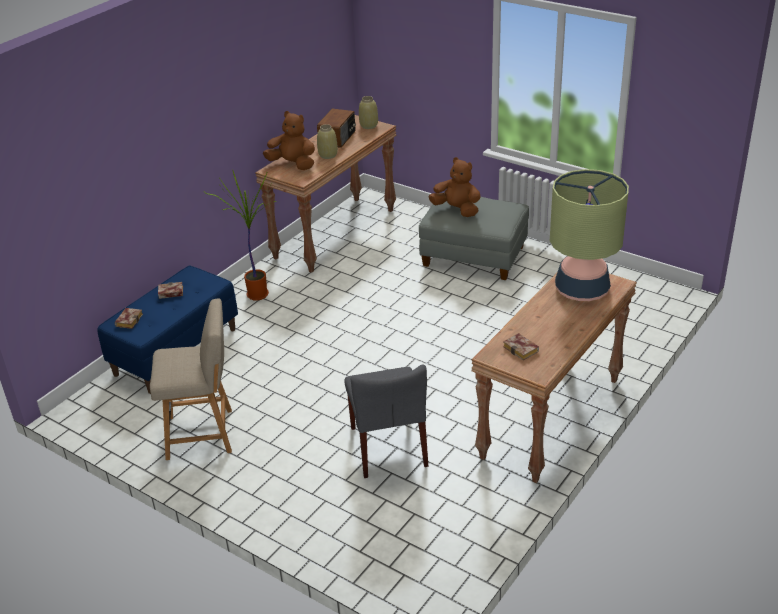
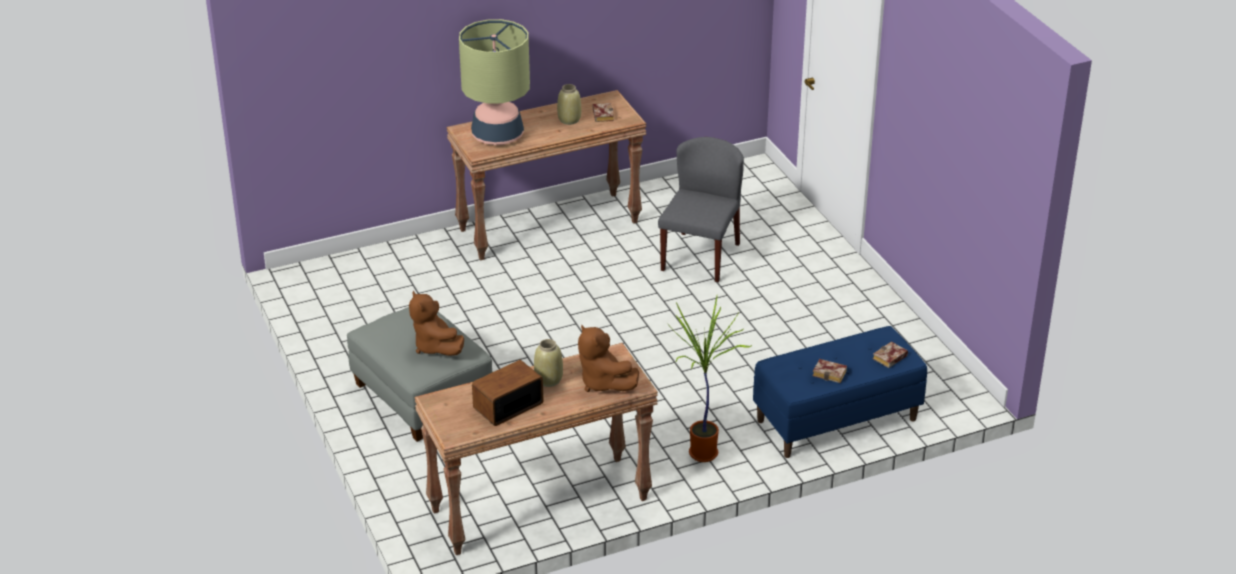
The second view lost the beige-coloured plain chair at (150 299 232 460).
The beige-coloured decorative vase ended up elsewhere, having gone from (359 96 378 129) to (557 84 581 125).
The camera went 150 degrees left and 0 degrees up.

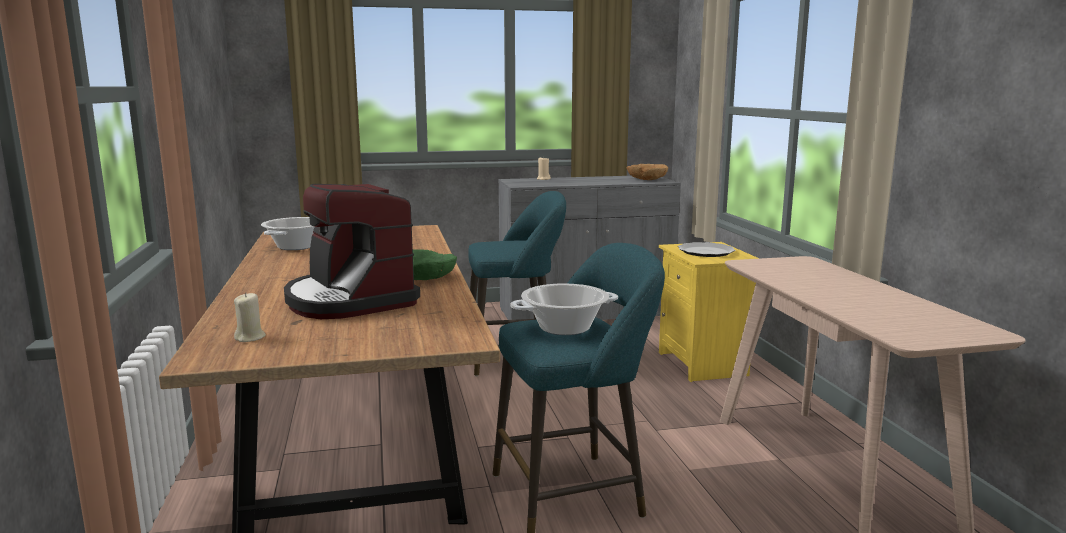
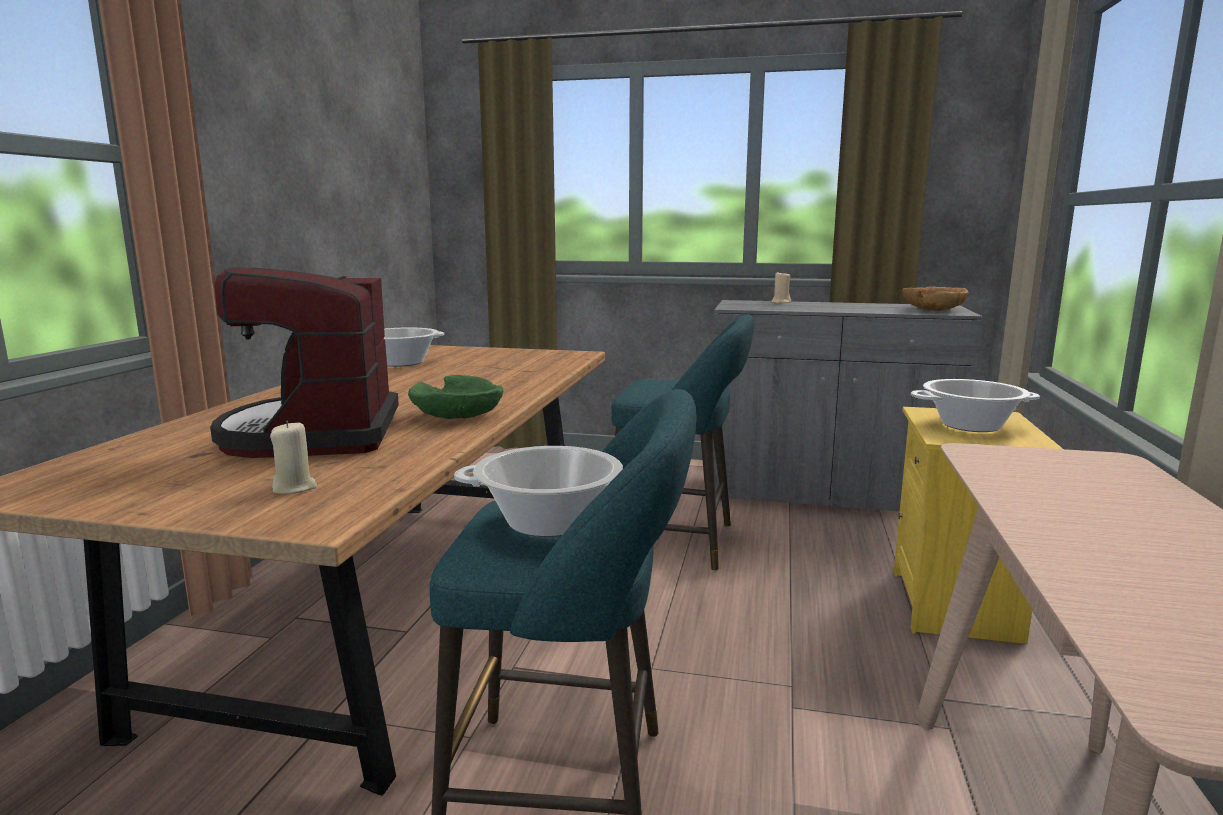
The beige-coloured wax candle ended up elsewhere, having gone from (234 293 266 342) to (270 421 317 494).
Where the dinner plate stood at (678 242 736 257), the saucepot came to stand at (911 379 1040 432).
The camera went 25 degrees right and 0 degrees up.

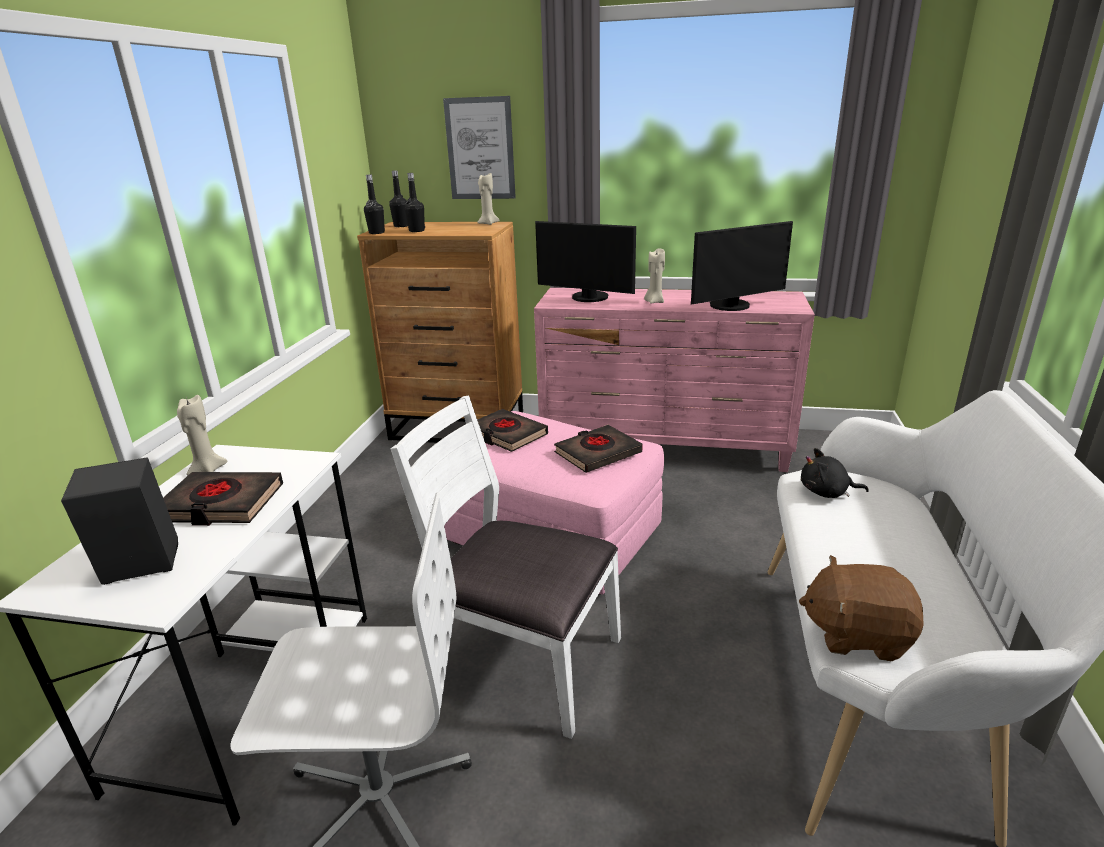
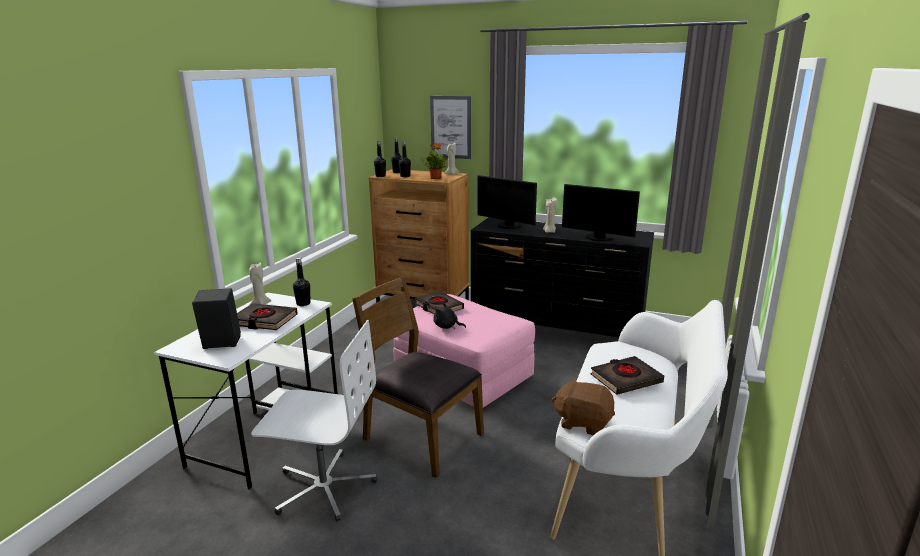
The second view gained the black bottle at (293 258 310 306).
The second view gained the plant in a pot at (420 143 448 179).
The black bound book ended up elsewhere, having gone from (554 425 643 473) to (590 356 664 395).
The black soft toy ended up elsewhere, having gone from (801 448 869 498) to (433 303 466 329).
What was the whitish plain chair at (390 395 621 739) turned into the brown-coloured plain chair at (352 276 484 478).
What was the pink-coloured dresser at (534 288 815 472) turned into the black dresser at (471 218 654 338).
The monitor at (691 221 793 311) ended up facing another way, 45 degrees clockwise from before.
The camera went 10 degrees right and 5 degrees down.

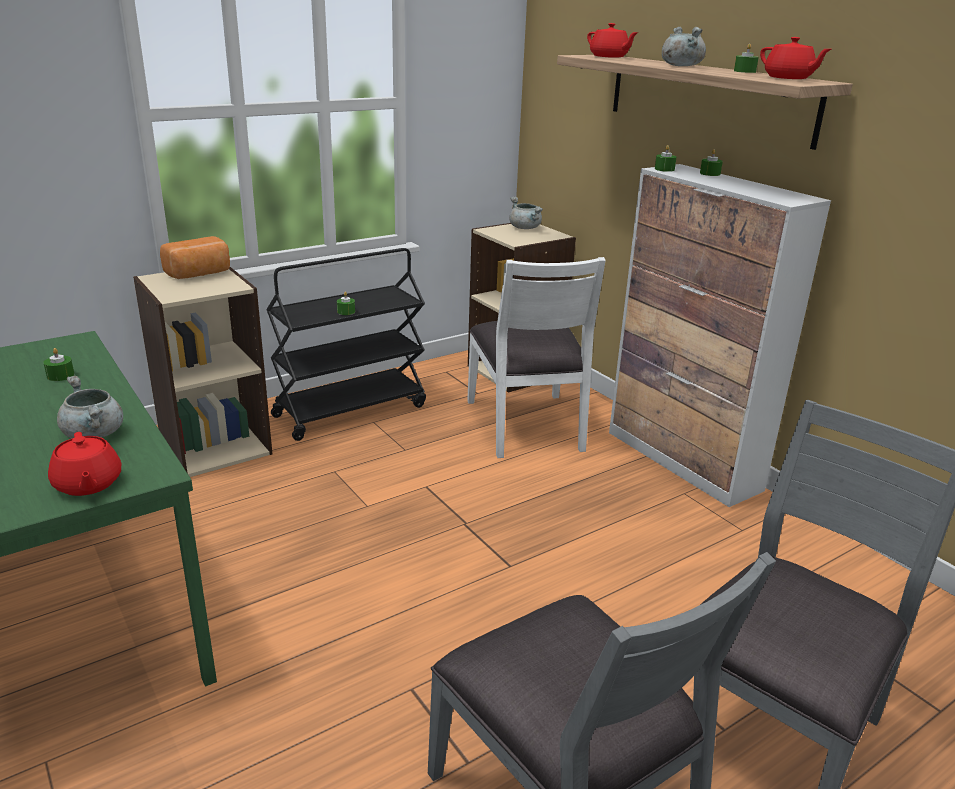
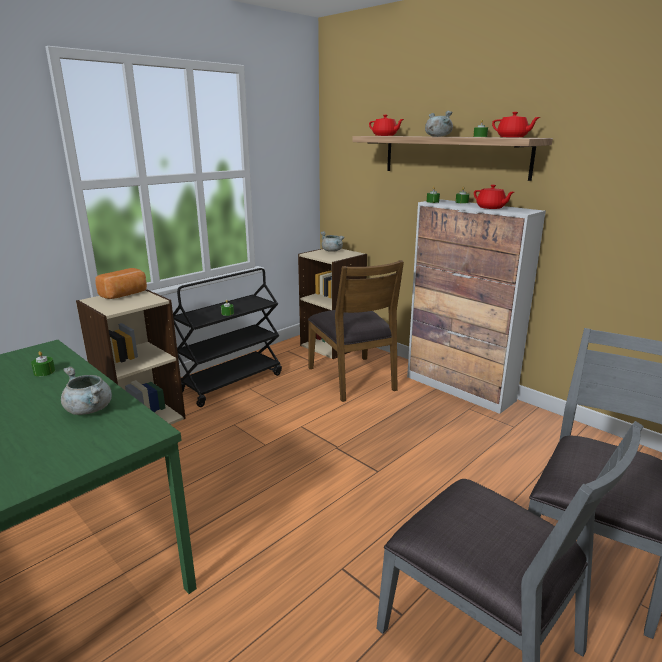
The red tea pot ended up elsewhere, having gone from (48 432 121 496) to (474 185 514 209).
What was the whitish plain chair at (467 257 606 458) turned into the brown-coloured plain chair at (308 260 404 402).
The camera went 10 degrees left and 5 degrees down.

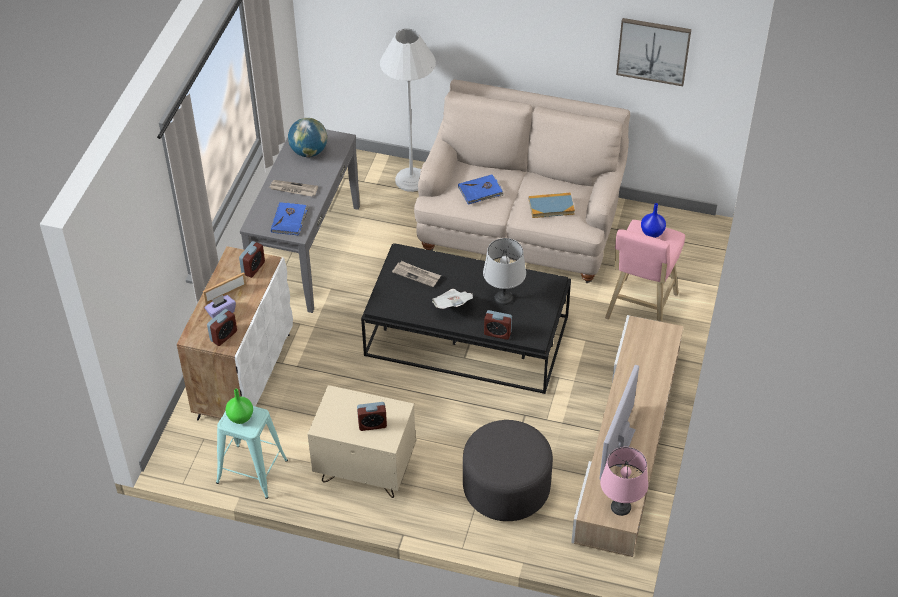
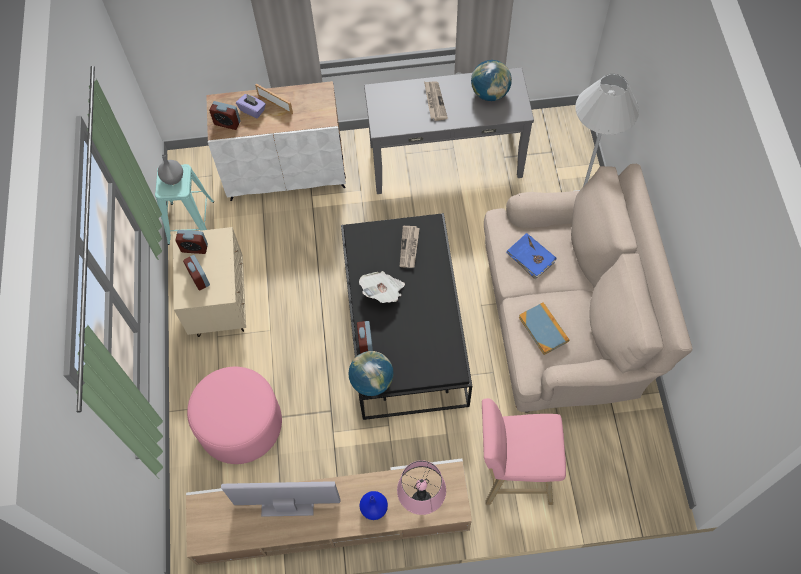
The second view lost the bluish bound book at (271 202 309 236).
The second view lost the grey table lamp at (483 238 526 305).
The second view lost the wall art at (616 18 691 86).
The second view gained the world globe at (349 351 394 396).
The bedside clock ended up elsewhere, having gone from (239 241 265 278) to (175 230 208 254).
The pink-coloured table lamp ended up elsewhere, having gone from (600 447 648 516) to (397 460 446 515).
The bluish decorative vase ended up elsewhere, having gone from (641 203 666 238) to (359 491 388 520).
What was the greenish decorative vase at (226 389 253 424) turned into the grey decorative vase at (158 154 183 185).
What was the grey footrest at (463 420 553 521) turned into the pink-coloured footrest at (187 367 282 464).
The camera went 70 degrees right and 15 degrees up.

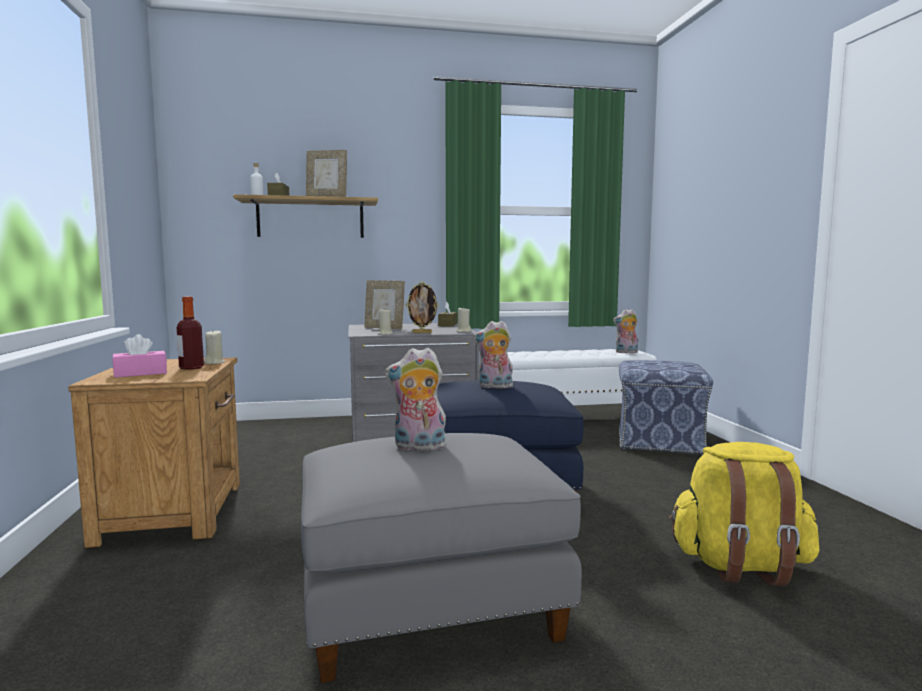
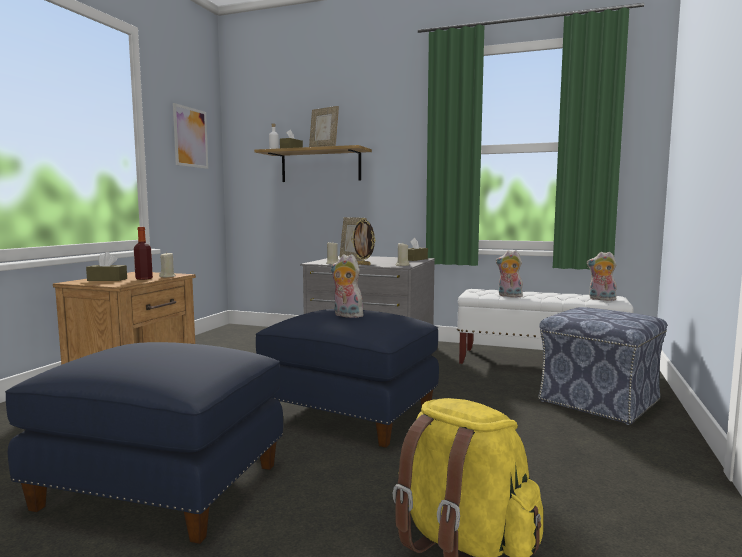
The second view gained the wall art at (173 103 208 169).
The soft toy ended up elsewhere, having gone from (385 348 447 451) to (496 250 523 298).
What was the pink-coloured tissue box at (112 334 167 378) turned into the brown-coloured tissue box at (86 252 127 281).
What was the grey footrest at (301 433 582 683) turned into the bluish footrest at (5 342 283 544).
The camera went 30 degrees right and 0 degrees up.

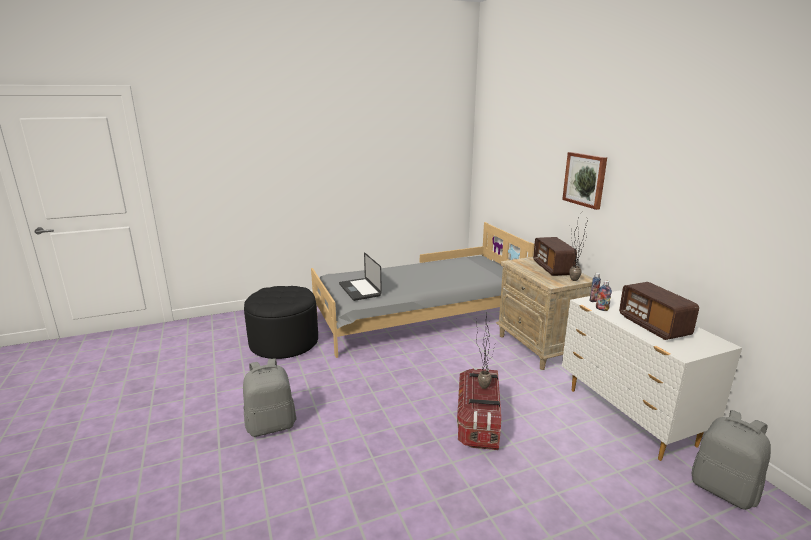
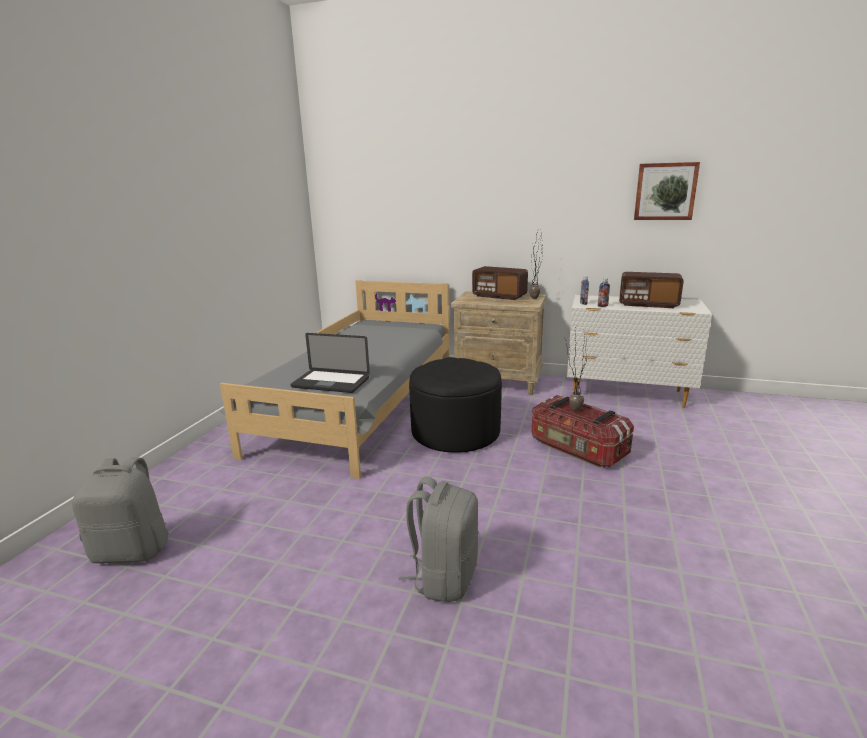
The black footrest ended up elsewhere, having gone from (244 286 318 359) to (409 357 502 453).
The wall art ended up elsewhere, having gone from (562 152 607 210) to (634 162 700 220).
The grey rucksack ended up elsewhere, having gone from (692 410 771 510) to (72 457 169 563).
The camera went 50 degrees left and 0 degrees up.

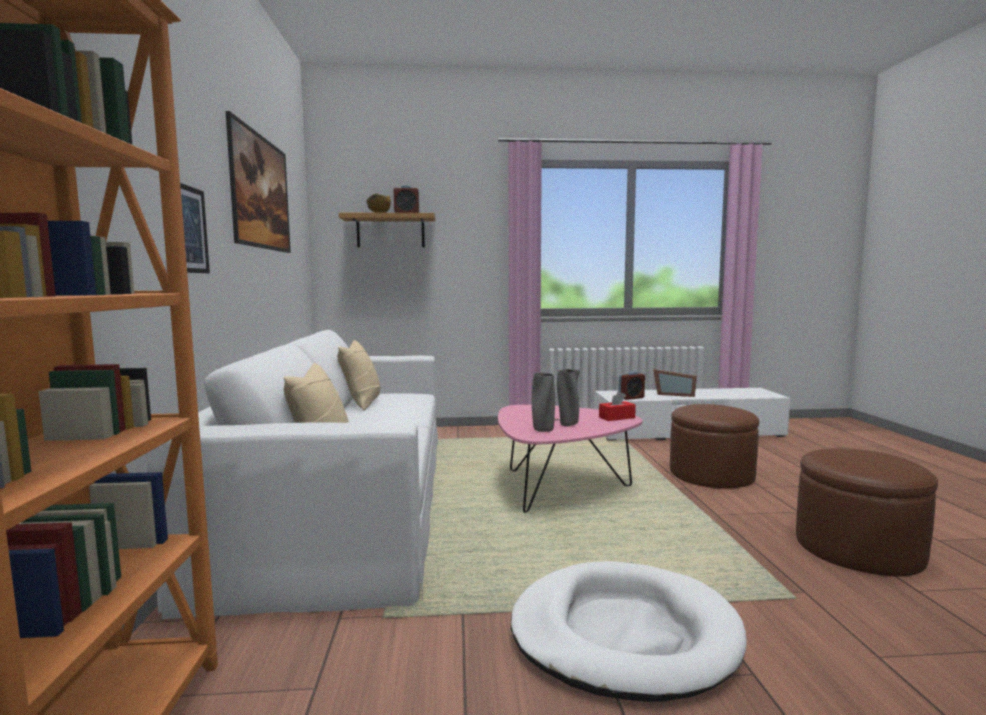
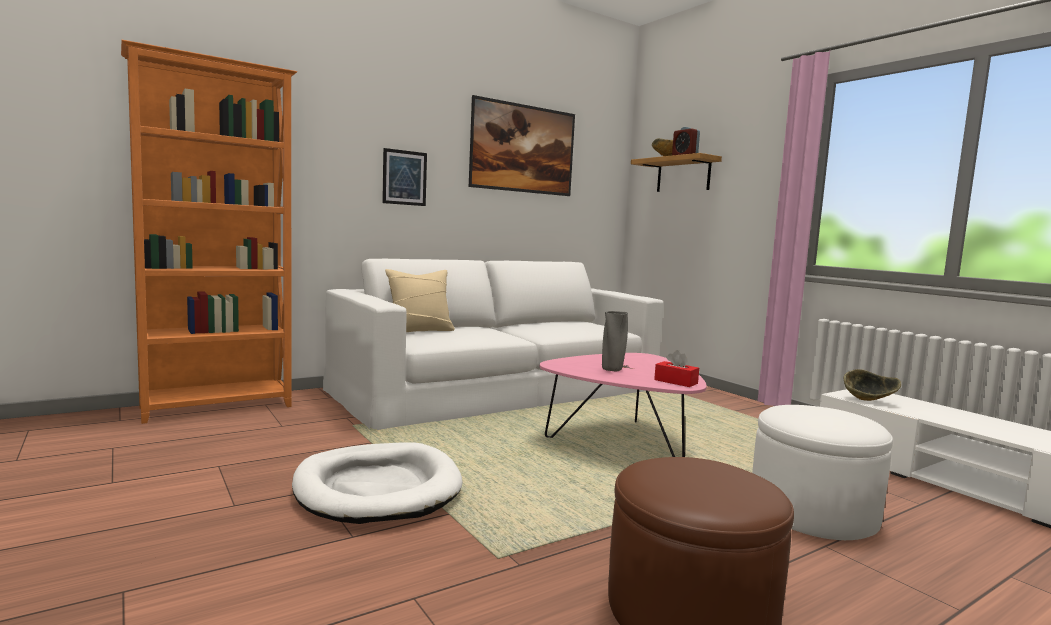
The second view lost the beige-coloured throw pillow at (338 340 381 410).
The second view lost the grey decorative vase at (532 373 555 432).
The second view lost the photo frame at (653 369 697 397).
Where the bedside clock stood at (618 371 645 400), the serving bowl came to stand at (843 369 901 401).
What was the brown-coloured footrest at (670 404 759 488) turned into the whitish footrest at (752 405 893 540).
The camera went 60 degrees right and 0 degrees up.

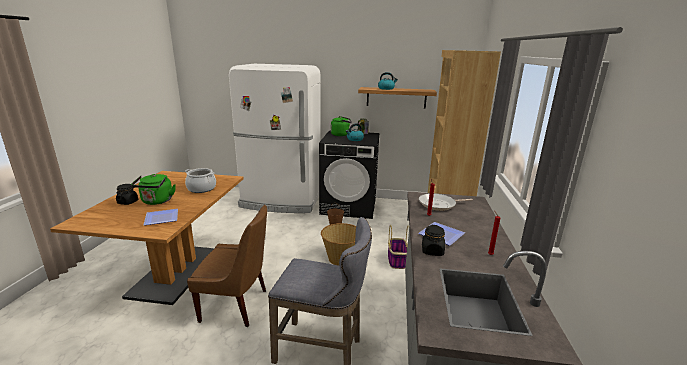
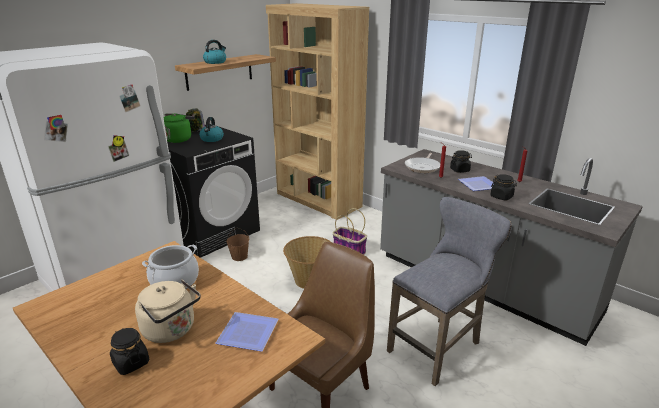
The second view gained the black preserve jar at (450 150 472 173).
What was the greenish kettle at (131 174 176 205) turned into the beige-coloured kettle at (135 279 201 343).
The camera went 55 degrees left and 5 degrees up.

